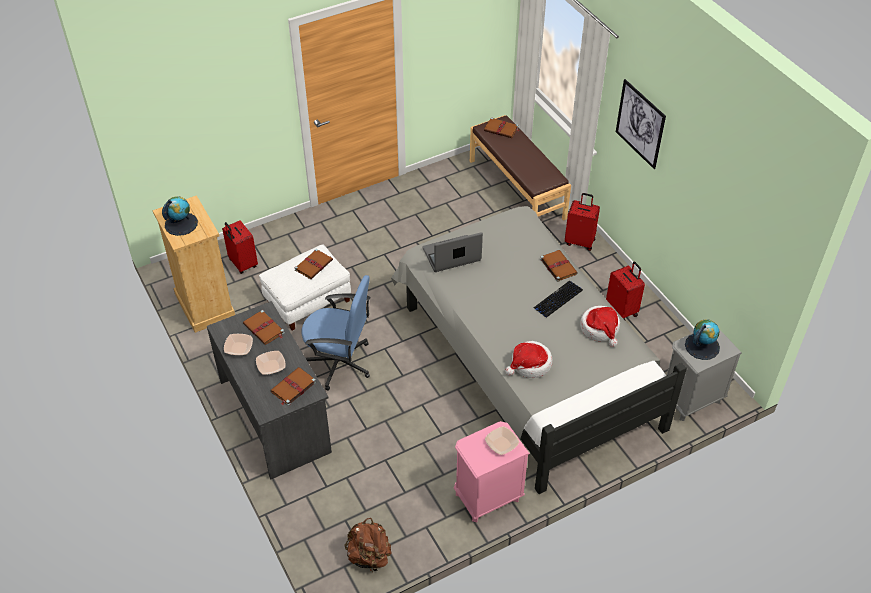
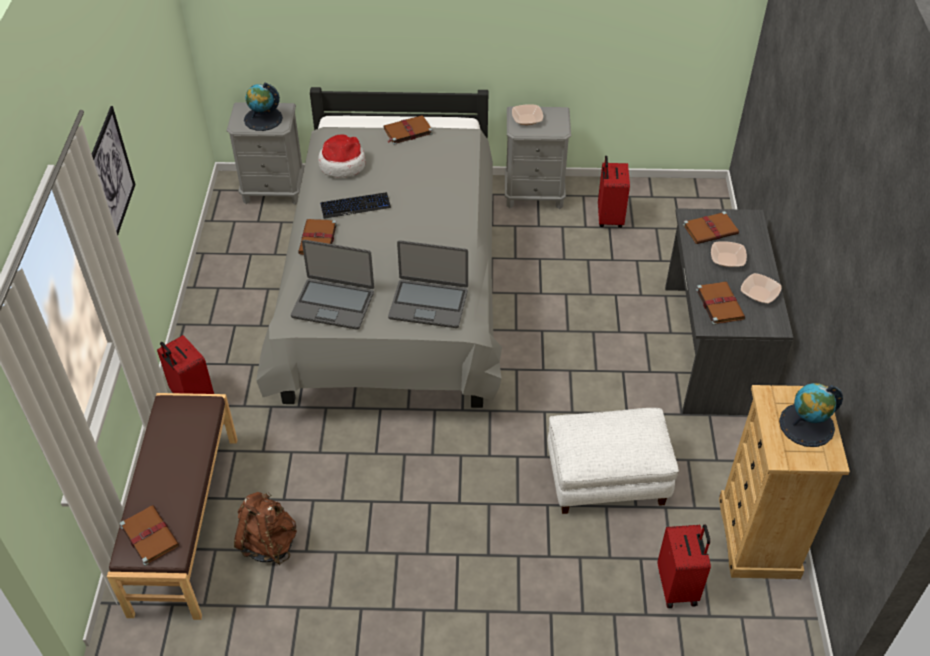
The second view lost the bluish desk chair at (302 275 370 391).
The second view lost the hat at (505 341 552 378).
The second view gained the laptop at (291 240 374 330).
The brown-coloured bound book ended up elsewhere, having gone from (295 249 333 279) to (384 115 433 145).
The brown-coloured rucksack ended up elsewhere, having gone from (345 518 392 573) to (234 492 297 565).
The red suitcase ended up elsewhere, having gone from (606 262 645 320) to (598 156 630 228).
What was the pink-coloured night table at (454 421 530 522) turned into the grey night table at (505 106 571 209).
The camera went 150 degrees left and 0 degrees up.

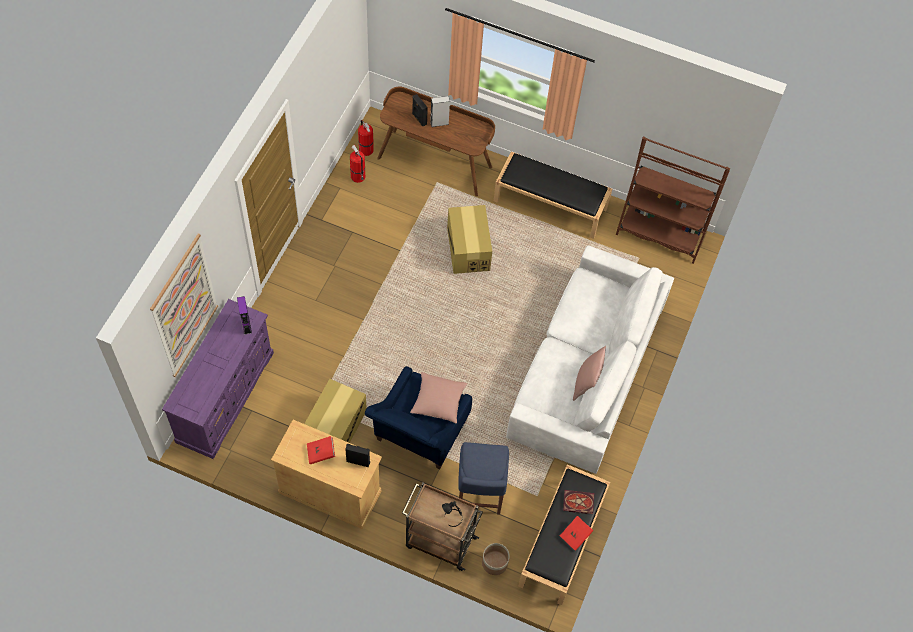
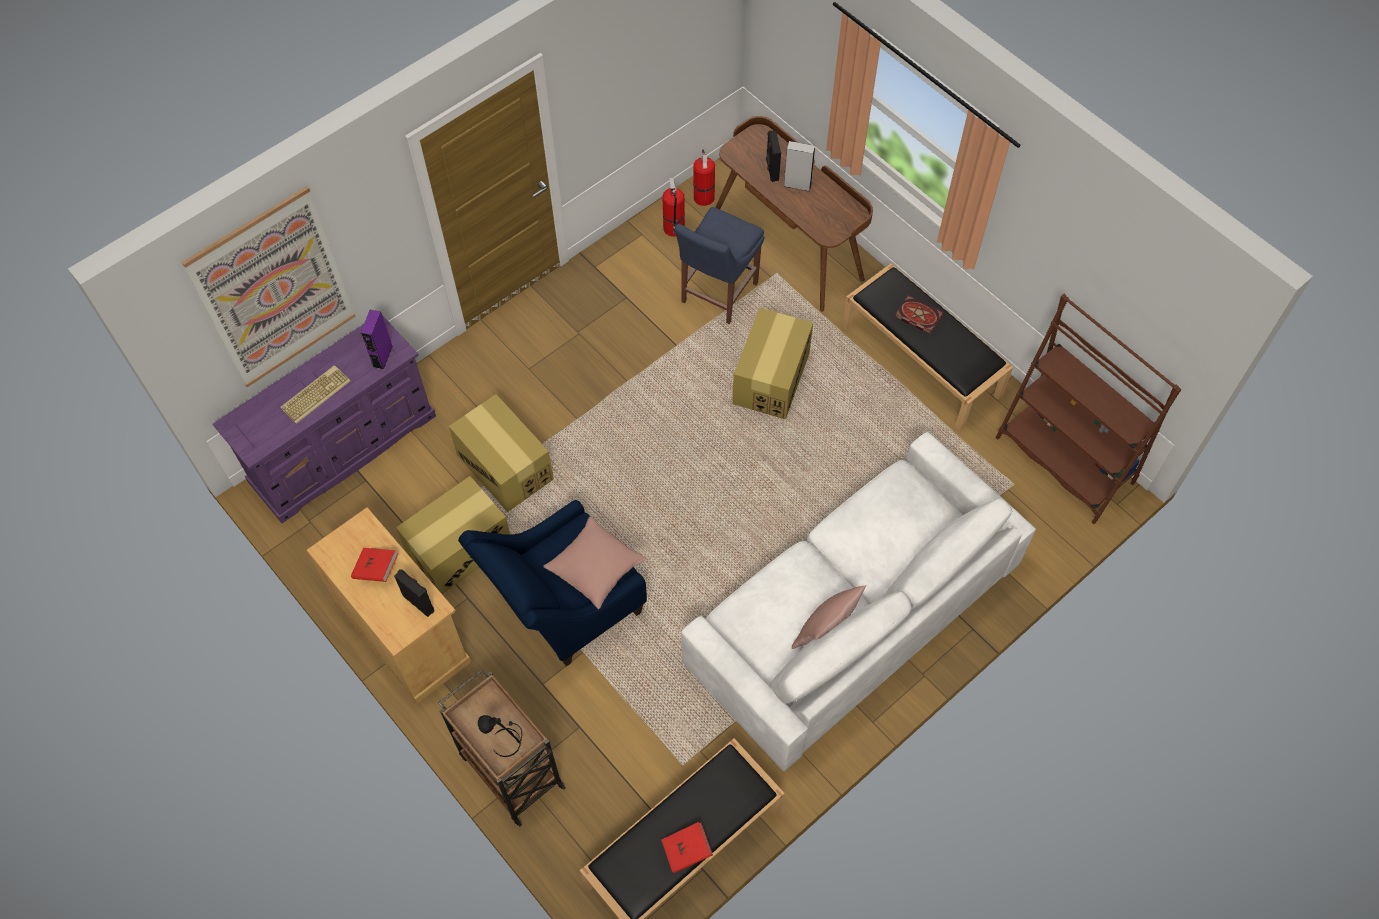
The second view lost the flower pot at (482 543 510 575).
The second view gained the computer keyboard at (280 365 350 424).
The second view gained the packing box at (449 394 554 512).
The bluish plain chair ended up elsewhere, having gone from (458 442 509 515) to (675 207 764 324).
The bound book ended up elsewhere, having gone from (563 490 594 514) to (895 295 944 334).
The camera went 30 degrees right and 0 degrees up.

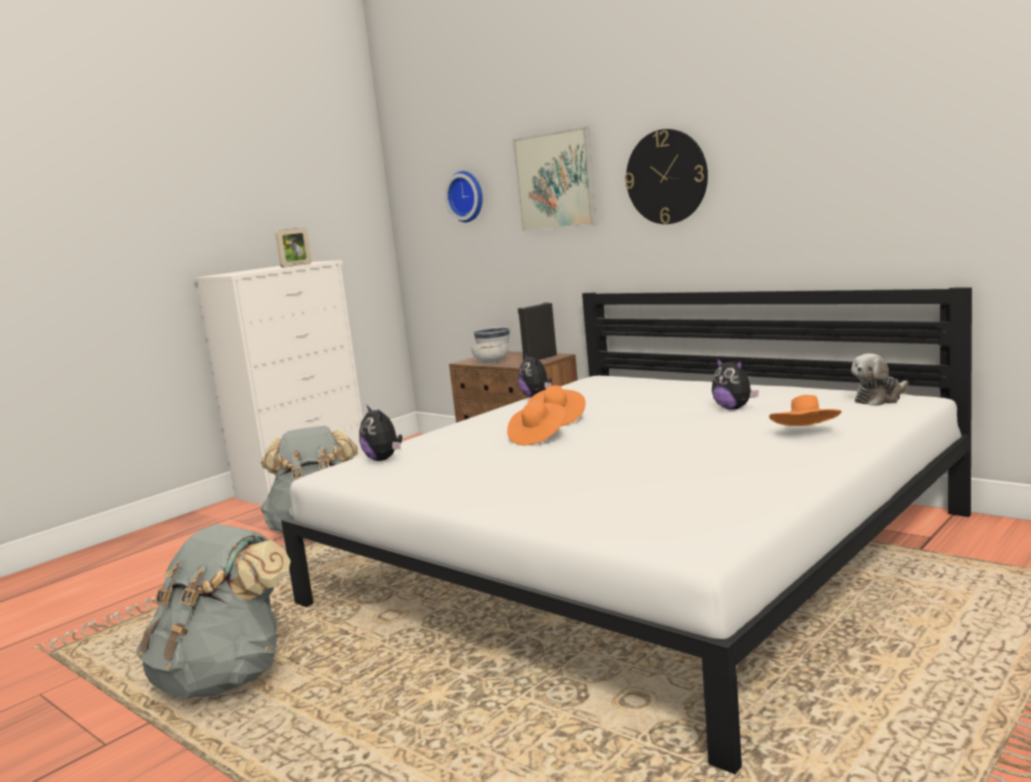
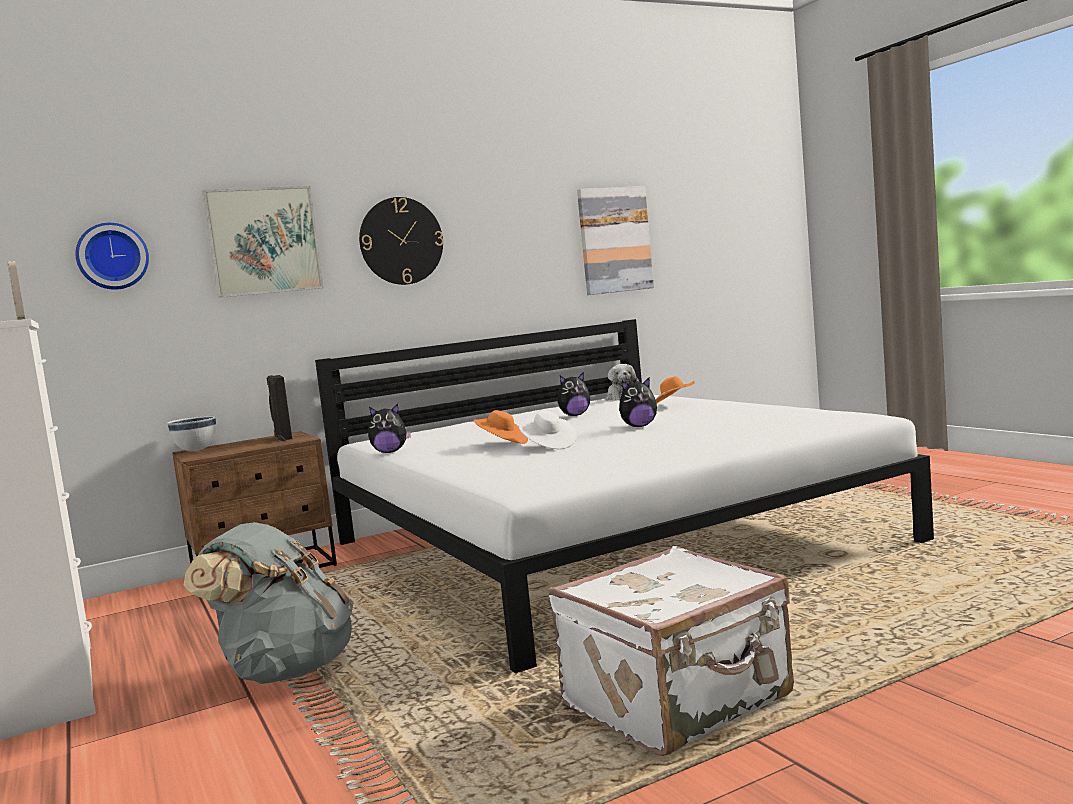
The second view lost the serving bowl at (471 341 509 364).
The second view gained the wall art at (577 186 654 295).
The soft toy ended up elsewhere, having gone from (359 404 402 461) to (619 377 657 427).
Where the grey rucksack stood at (136 524 291 699), the whitish suitcase came to stand at (548 546 794 756).
What was the orange hat at (507 400 567 445) turned into the whitish hat at (519 411 577 449).
The camera went 70 degrees left and 5 degrees down.

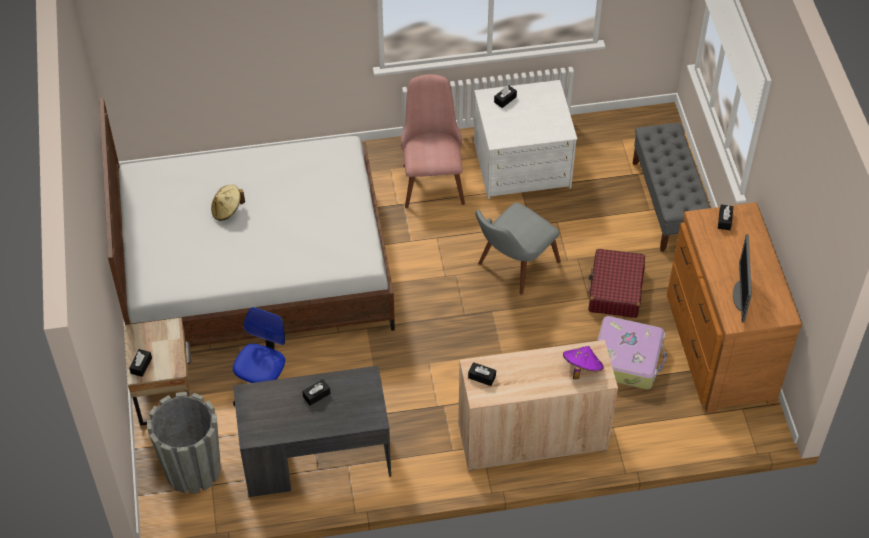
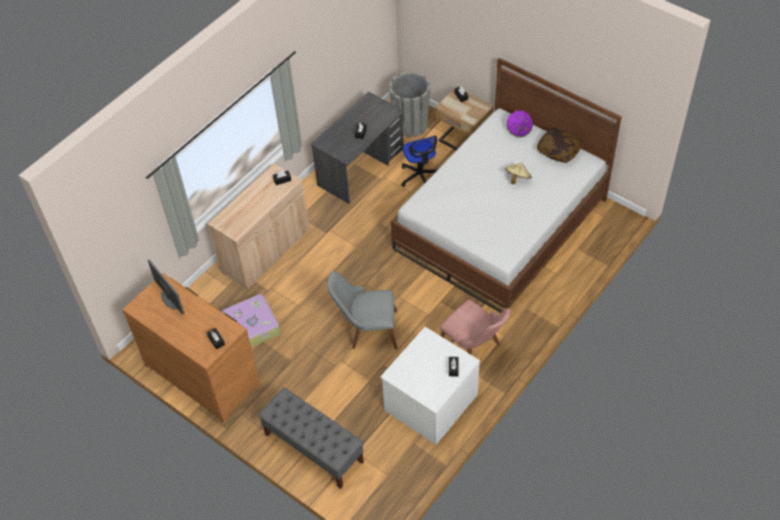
The second view lost the red suitcase at (588 249 645 318).
The second view gained the throw pillow at (537 128 582 163).
The purplish hat ended up elsewhere, having gone from (563 346 604 379) to (507 110 533 137).
The grey plain chair at (475 202 561 295) ended up facing another way, 90 degrees counterclockwise from before.
The camera went 140 degrees right and 0 degrees up.

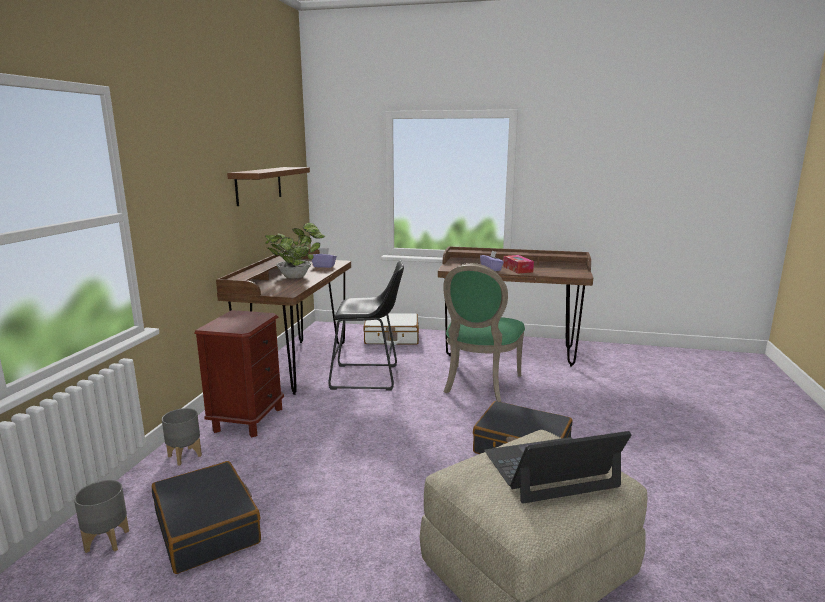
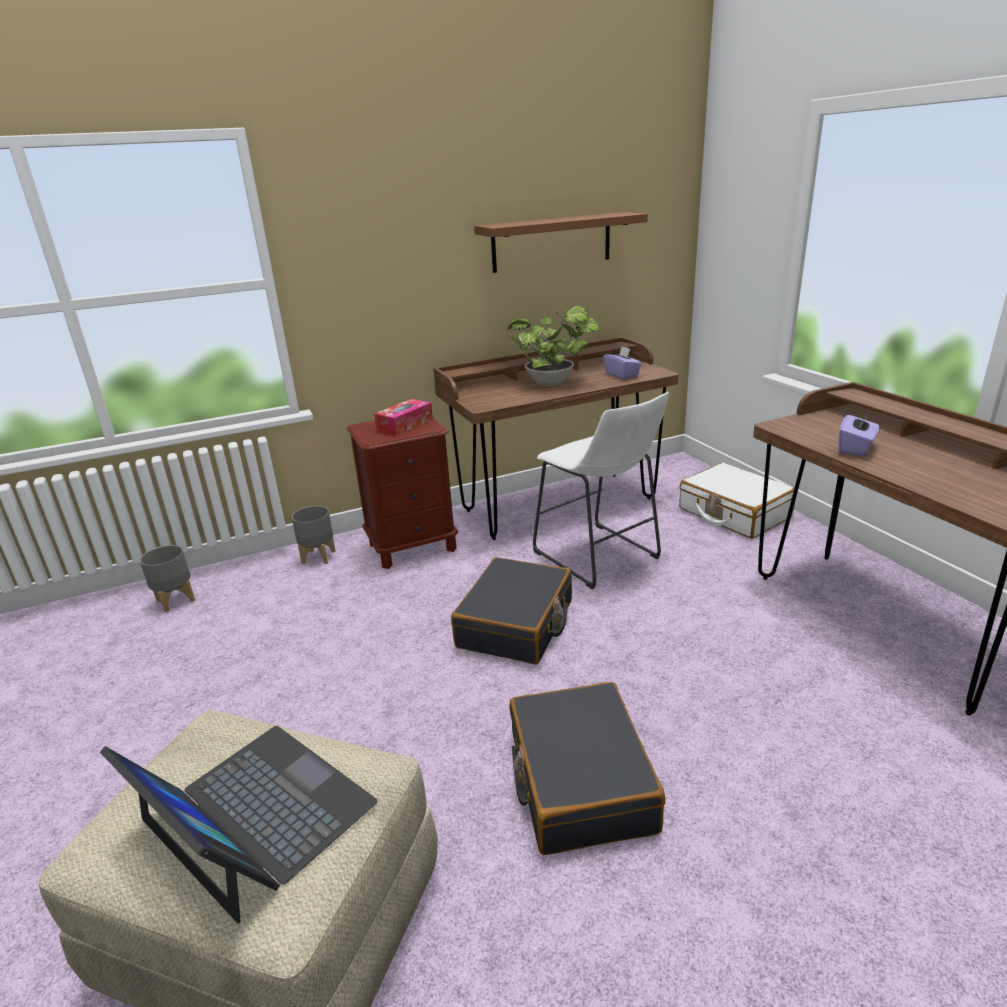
The second view lost the greenish plain chair at (443 263 525 402).
The black suitcase ended up elsewhere, having gone from (152 461 261 574) to (451 557 572 664).
The tissue box ended up elsewhere, having gone from (503 255 534 274) to (374 399 433 436).
What was the black stool seat at (328 260 404 390) turned into the whitish stool seat at (533 392 669 589).
The camera went 55 degrees right and 10 degrees up.

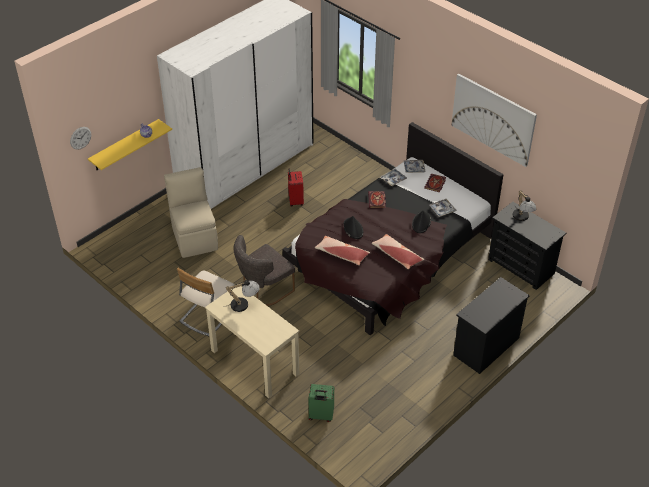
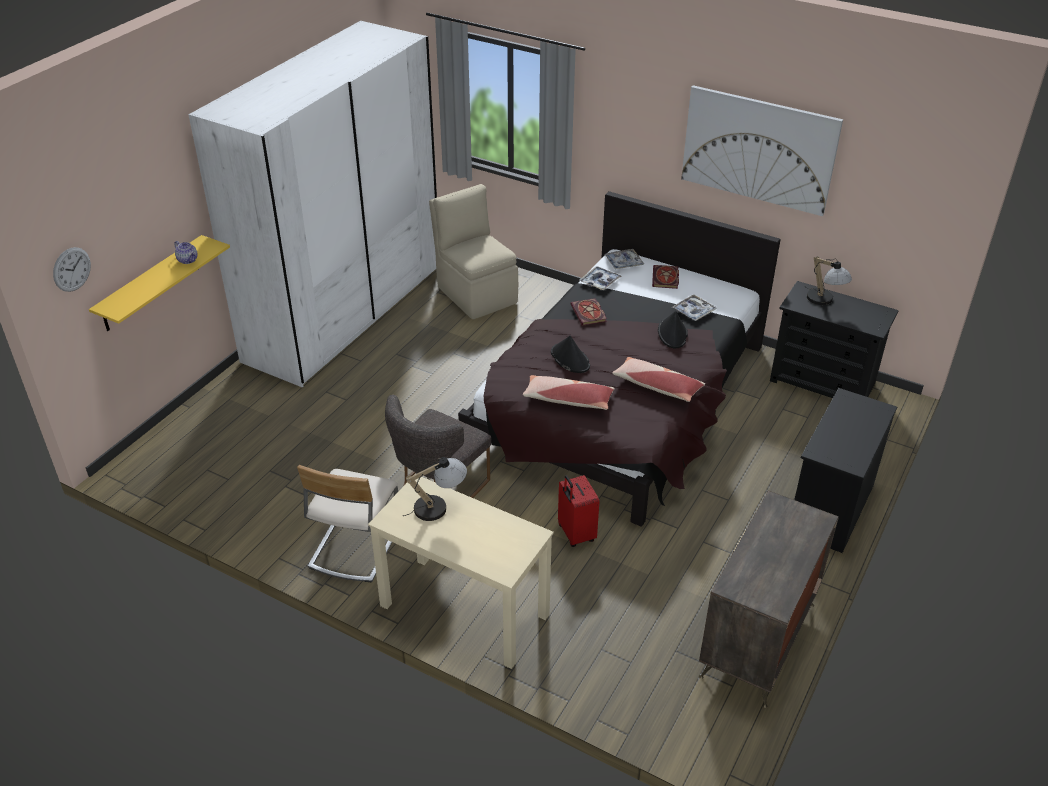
The second view lost the greenish suitcase at (308 384 334 422).
The second view gained the dresser at (699 490 839 708).
The beige-coloured plain chair ended up elsewhere, having gone from (164 167 218 258) to (429 184 518 319).
The red suitcase ended up elsewhere, having gone from (288 169 304 207) to (558 475 599 547).
The camera went 15 degrees left and 5 degrees down.

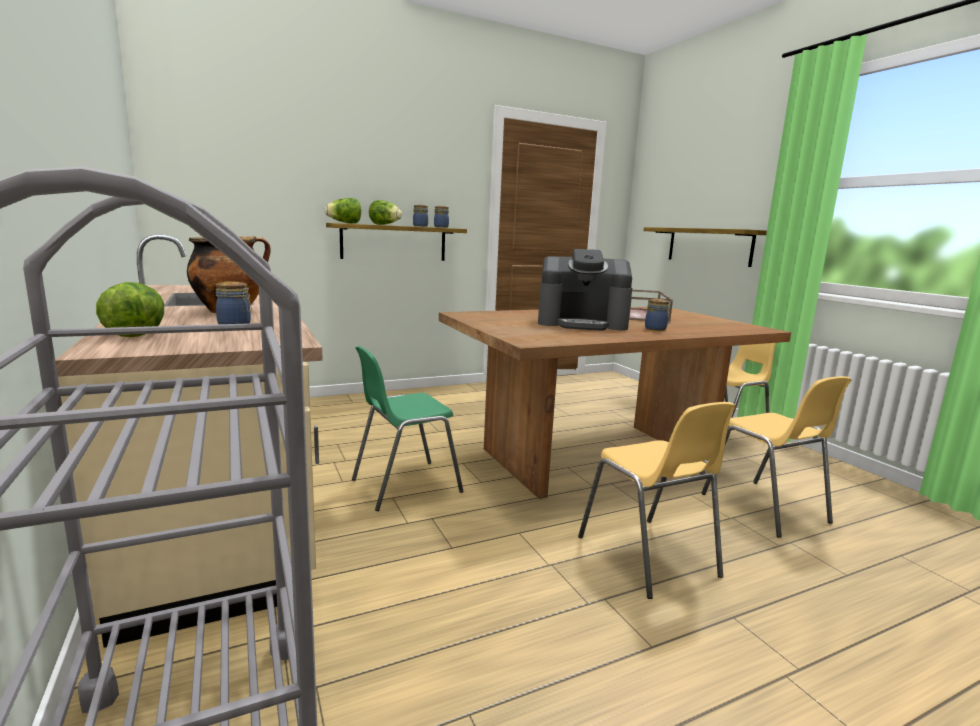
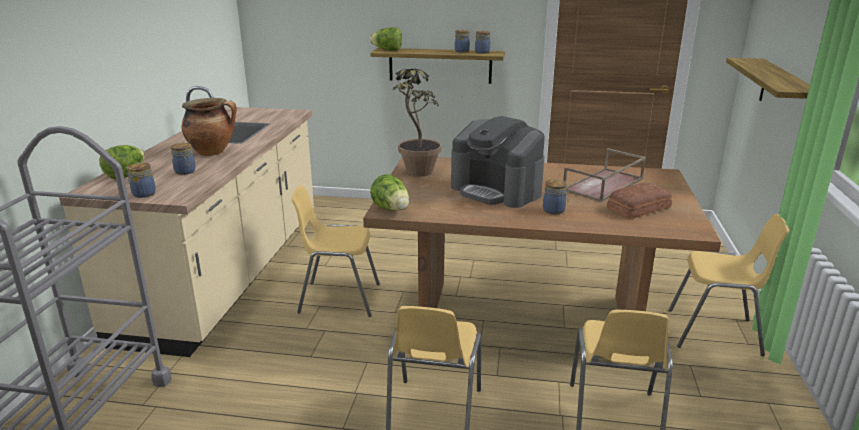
The second view gained the preserve jar at (126 163 156 198).
The second view gained the plant in a pot at (393 69 442 177).
The second view gained the baked bread at (607 183 672 219).
The lettuce ended up elsewhere, having gone from (369 200 402 225) to (370 174 409 211).
What was the greenish plain chair at (352 346 463 511) turned into the yellow-coloured plain chair at (291 185 380 317).
The camera went 35 degrees right and 10 degrees up.

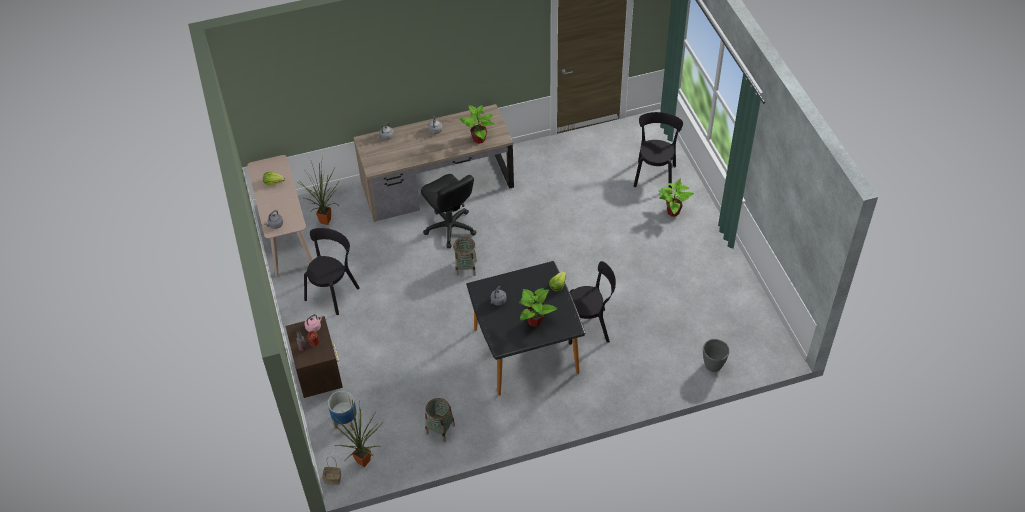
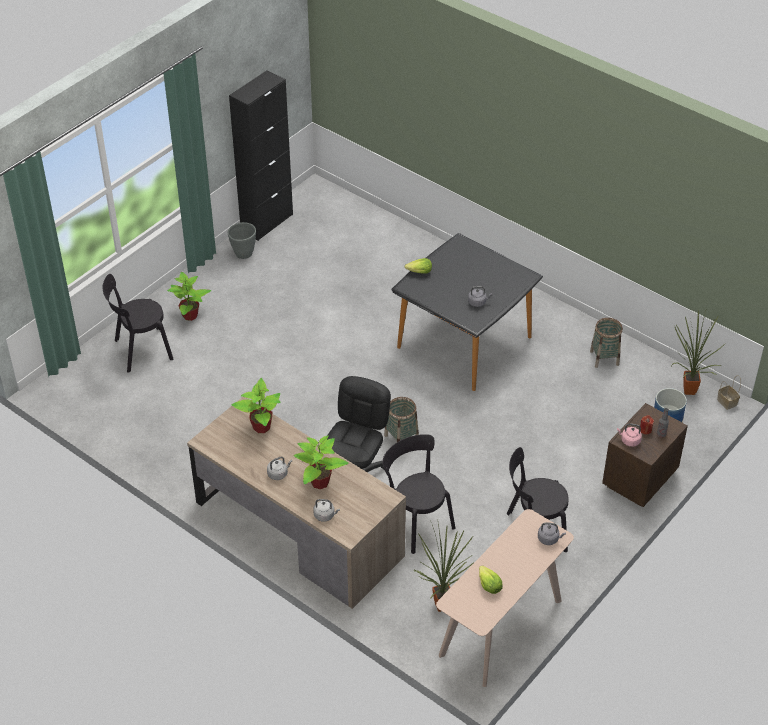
The second view gained the black cupboard at (229 70 293 241).
The plant in a pot ended up elsewhere, having gone from (518 288 558 327) to (293 435 348 489).
The black plain chair ended up elsewhere, having gone from (569 261 616 345) to (382 434 455 554).
The grey flower pot ended up elsewhere, having gone from (703 339 730 372) to (228 222 256 259).
The camera went 125 degrees left and 5 degrees down.

